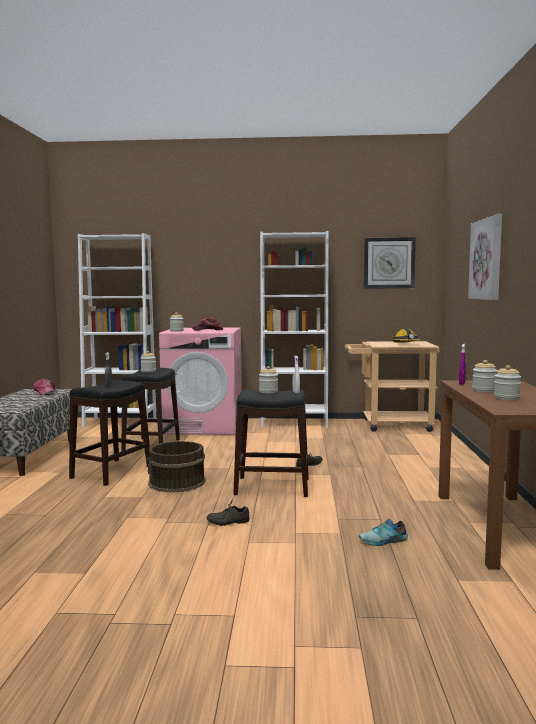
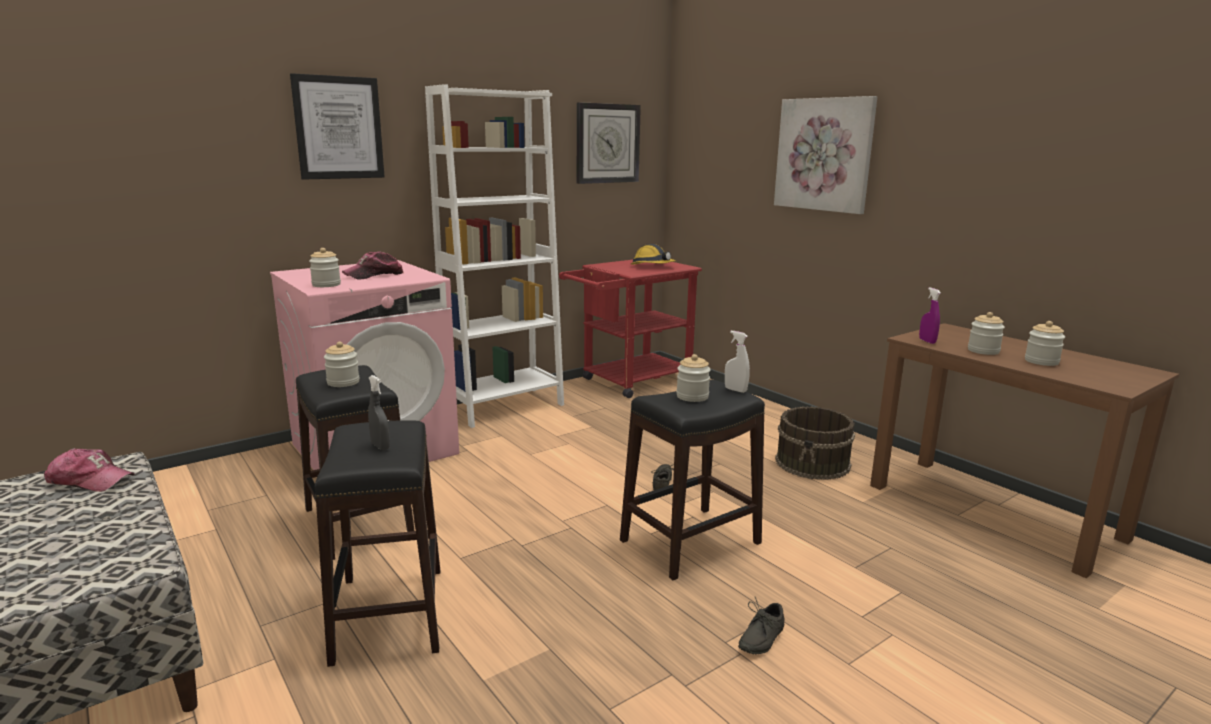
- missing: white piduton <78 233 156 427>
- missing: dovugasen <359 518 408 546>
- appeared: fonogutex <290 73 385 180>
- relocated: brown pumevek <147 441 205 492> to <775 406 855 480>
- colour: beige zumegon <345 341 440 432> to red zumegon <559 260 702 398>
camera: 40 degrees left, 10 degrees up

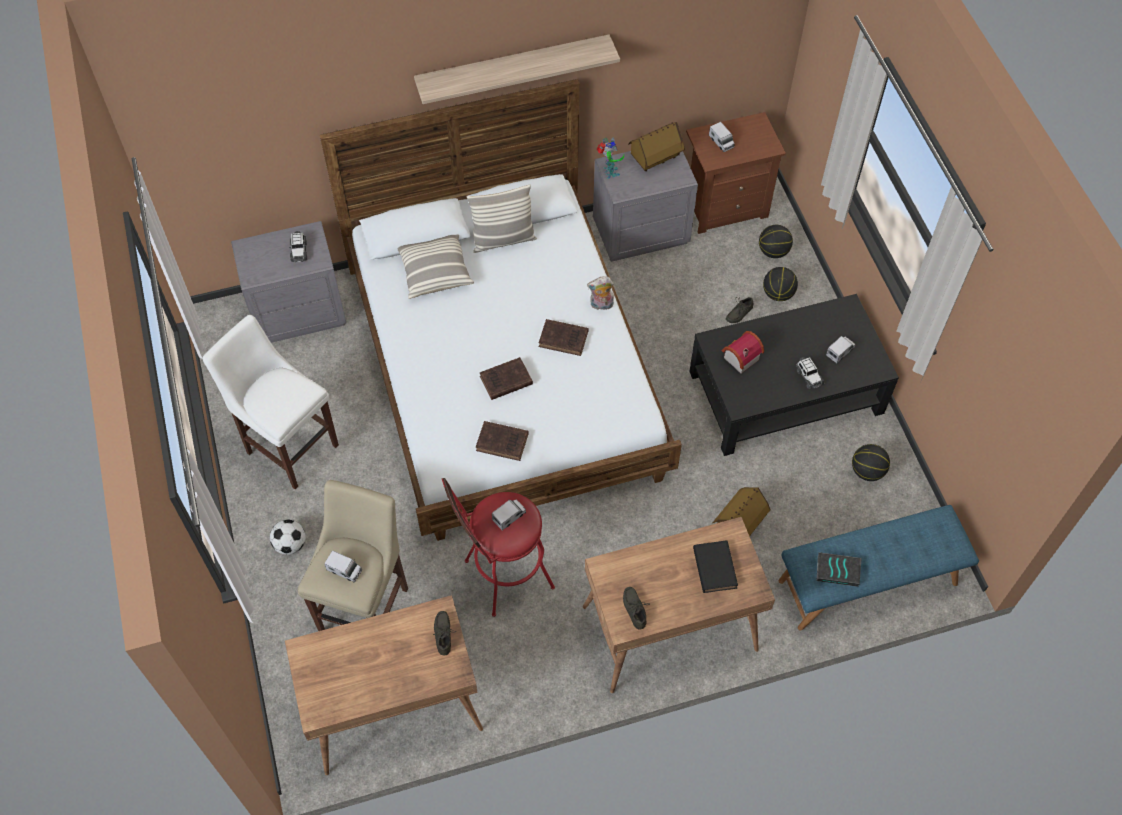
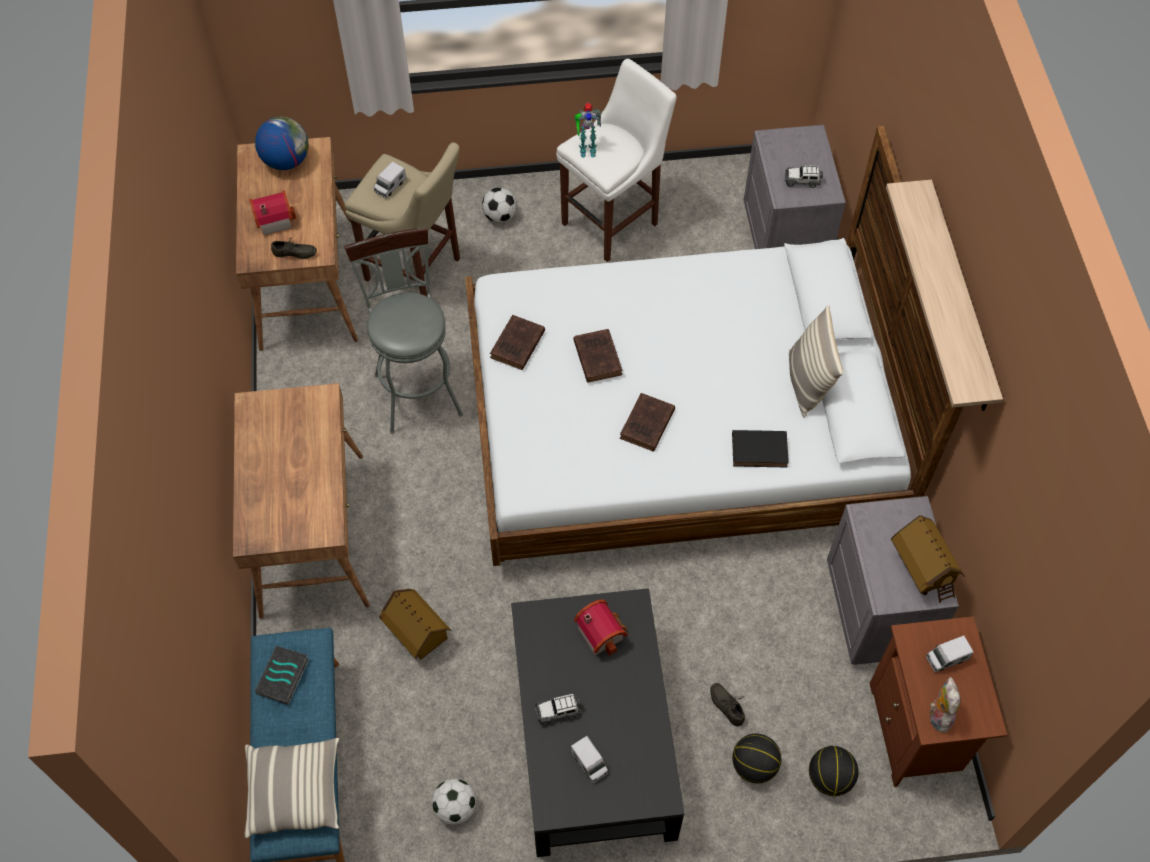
- missing: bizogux <492 500 526 531>
- missing: grey dovugasen <623 587 650 629>
- appeared: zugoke <249 190 296 235>
- appeared: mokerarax <255 116 309 170>
- relocated: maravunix <398 234 474 299> to <245 738 339 838>
- relocated: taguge <587 276 614 310> to <930 677 961 733>
- relocated: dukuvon <596 137 624 179> to <574 102 602 158>
- relocated: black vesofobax <693 540 738 593> to <732 430 789 468>
- exchanged: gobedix <852 444 890 481> to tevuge <432 779 476 825>
- colour: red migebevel <442 478 555 617> to grey migebevel <344 227 463 434>
camera: 100 degrees right, 0 degrees up

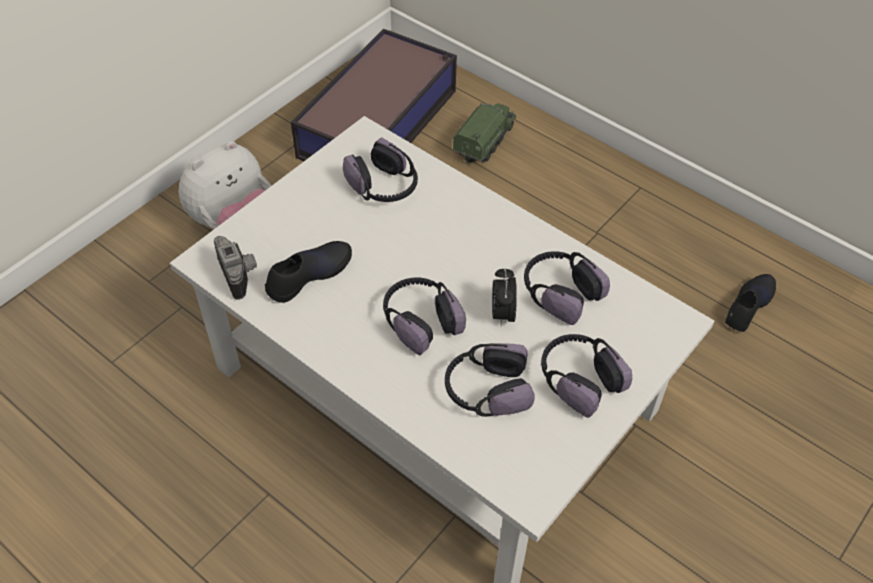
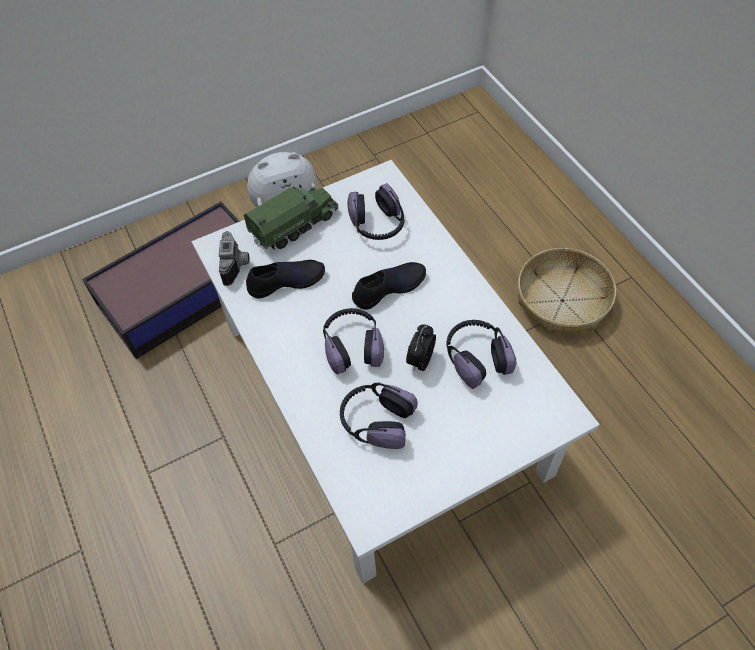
- missing: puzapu <541 334 632 418>
- appeared: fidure <518 248 616 334>
- relocated: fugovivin <291 29 457 161> to <82 202 240 359>
- relocated: bizogux <452 103 516 164> to <244 184 338 250>
- relocated: black dovugasen <725 274 776 332> to <352 262 426 310>
camera: 25 degrees right, 5 degrees up

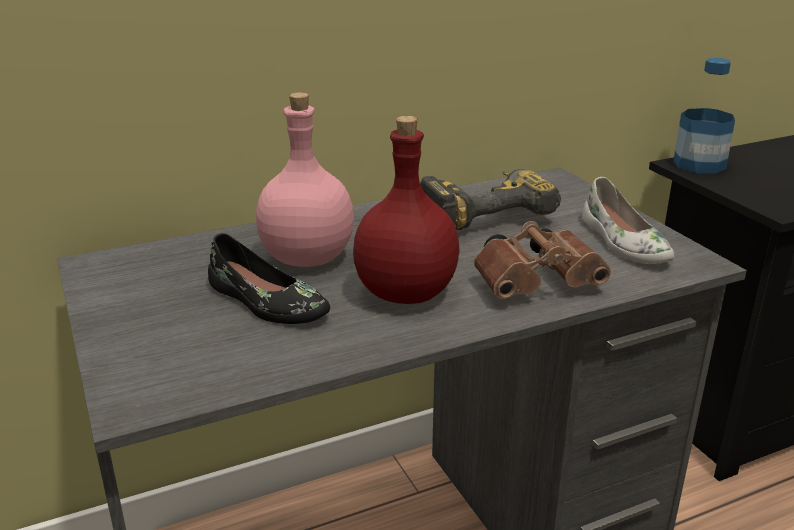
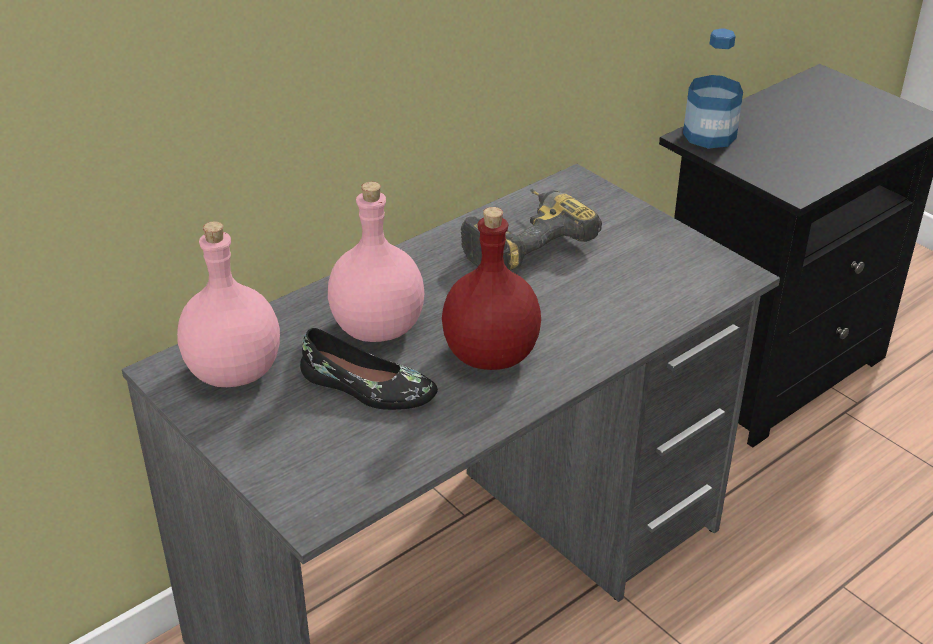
- missing: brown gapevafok <474 221 611 299>
- missing: white dovugasen <582 177 674 264>
- appeared: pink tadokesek <177 221 280 387>
camera: 15 degrees left, 10 degrees up

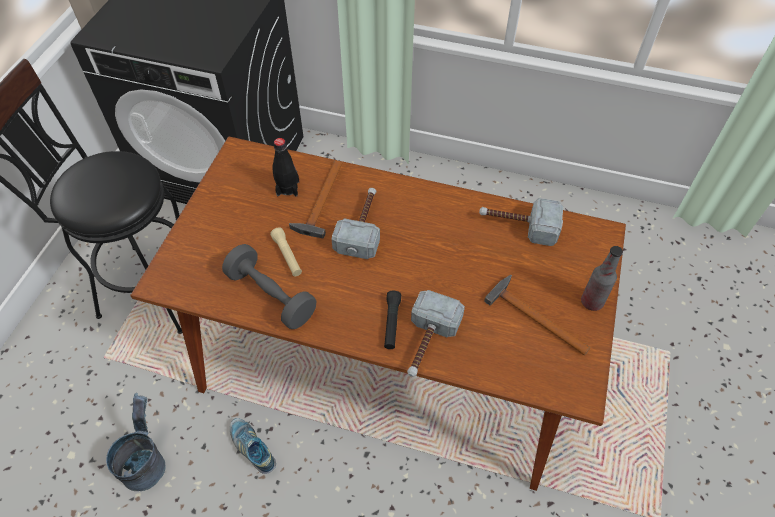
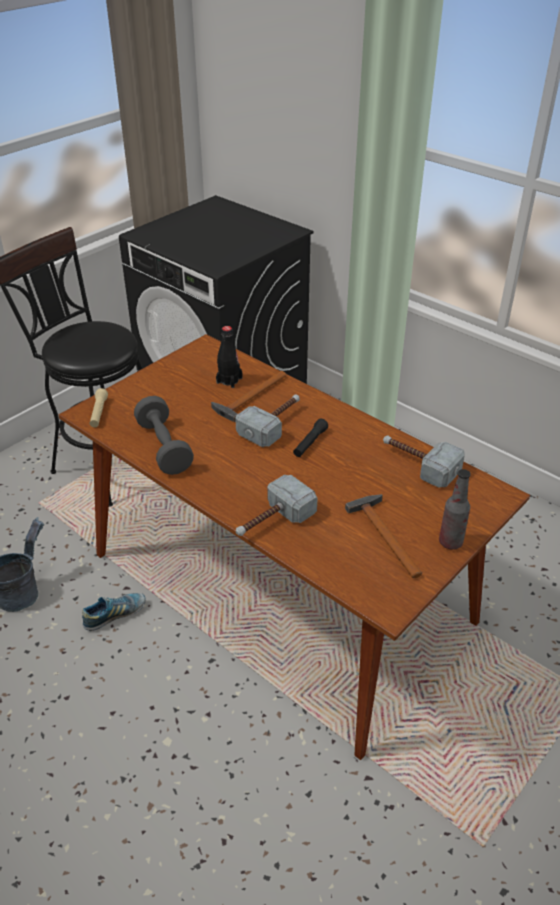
- relocated: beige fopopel <270 227 302 276> to <90 388 108 427>
- relocated: black fopopel <384 291 401 349> to <293 419 328 457>
- spun: dovugasen <230 418 276 474> = <82 593 145 631> 75 degrees clockwise
camera: 25 degrees right, 15 degrees down

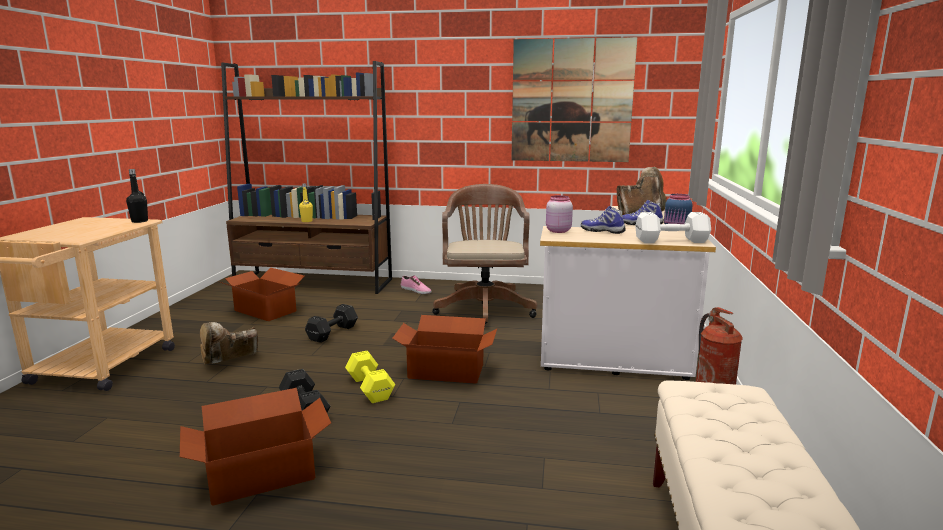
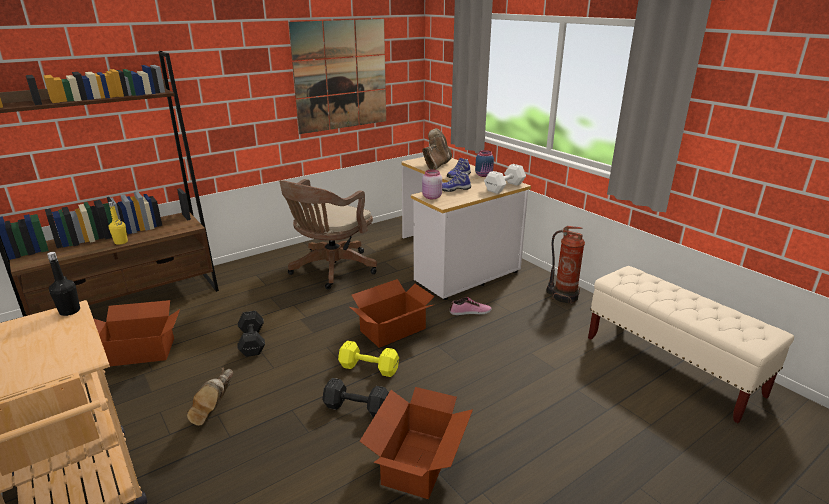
- relocated: dovugasen <401 275 432 294> to <450 297 492 315>
- spun: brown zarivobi <432 184 537 328> = <279 179 377 289> 105 degrees counterclockwise
camera: 45 degrees left, 10 degrees up

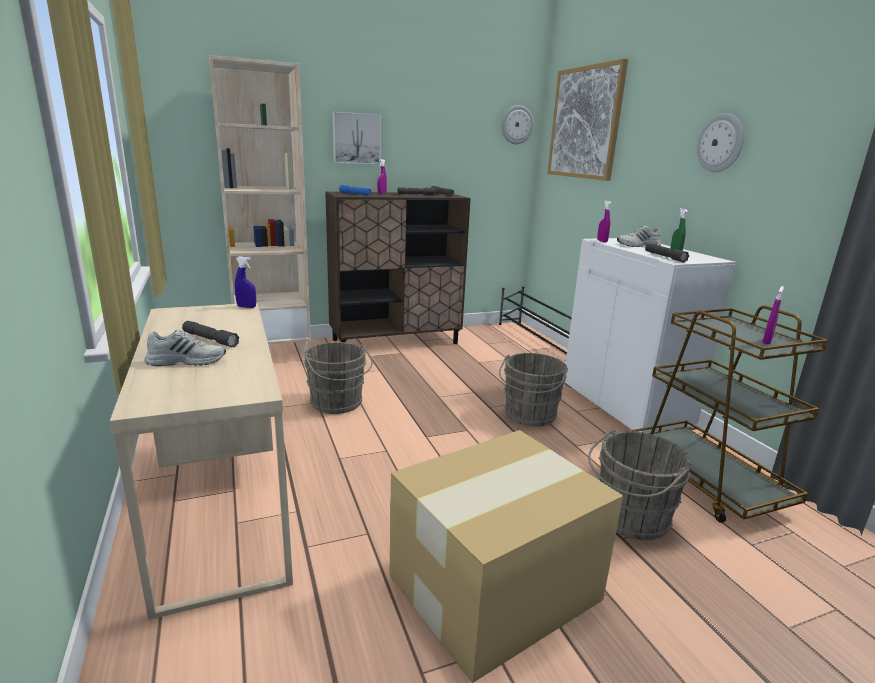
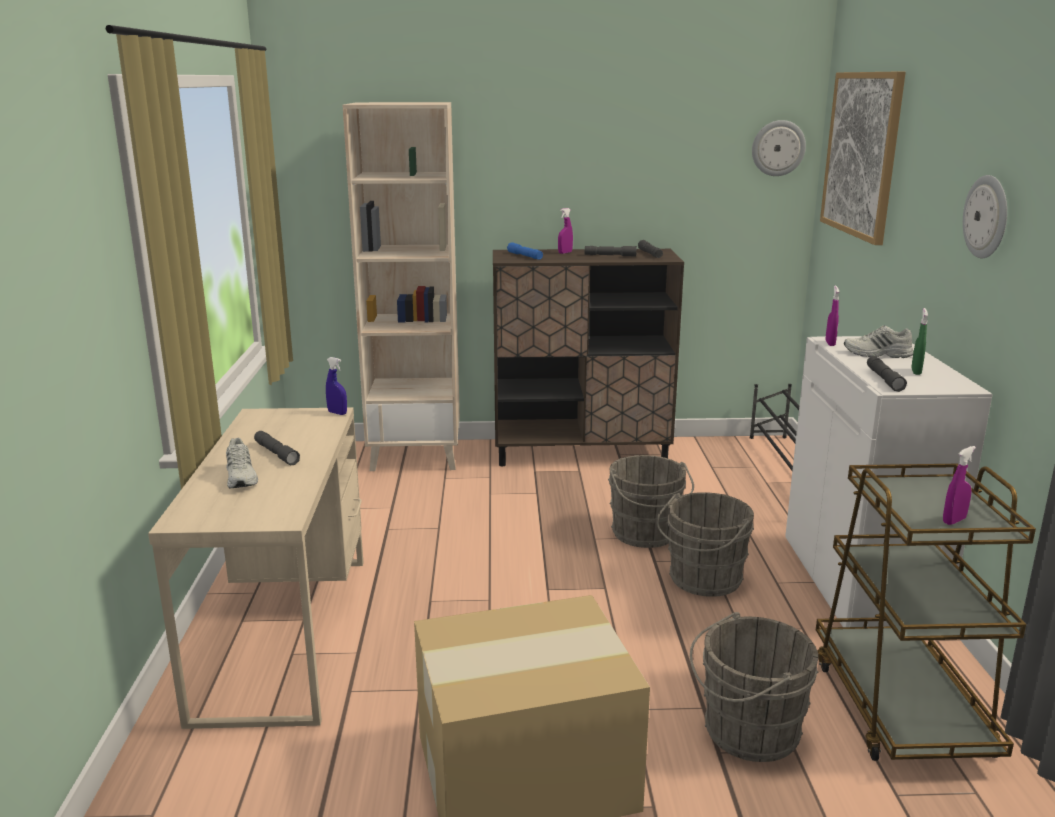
- missing: fonogutex <333 112 381 164>
- relocated: grey pumevek <304 342 373 414> to <608 455 694 548>
- spun: white dovugasen <145 329 226 366> = <226 438 258 489> 60 degrees clockwise
camera: 20 degrees right, 0 degrees up

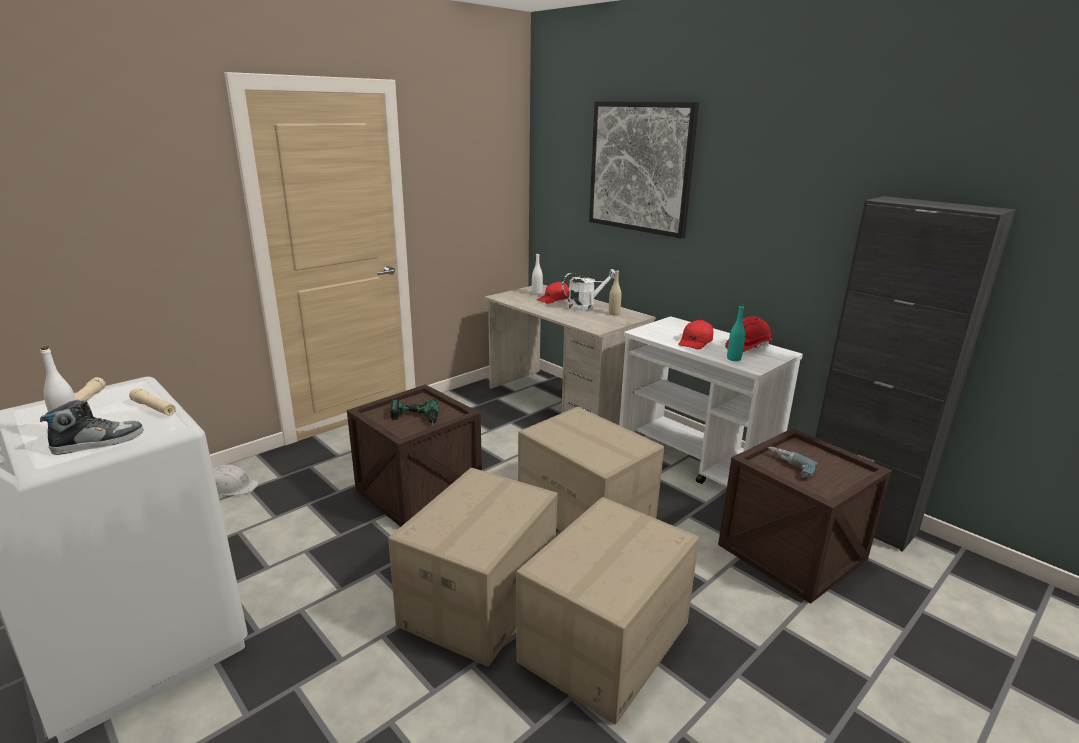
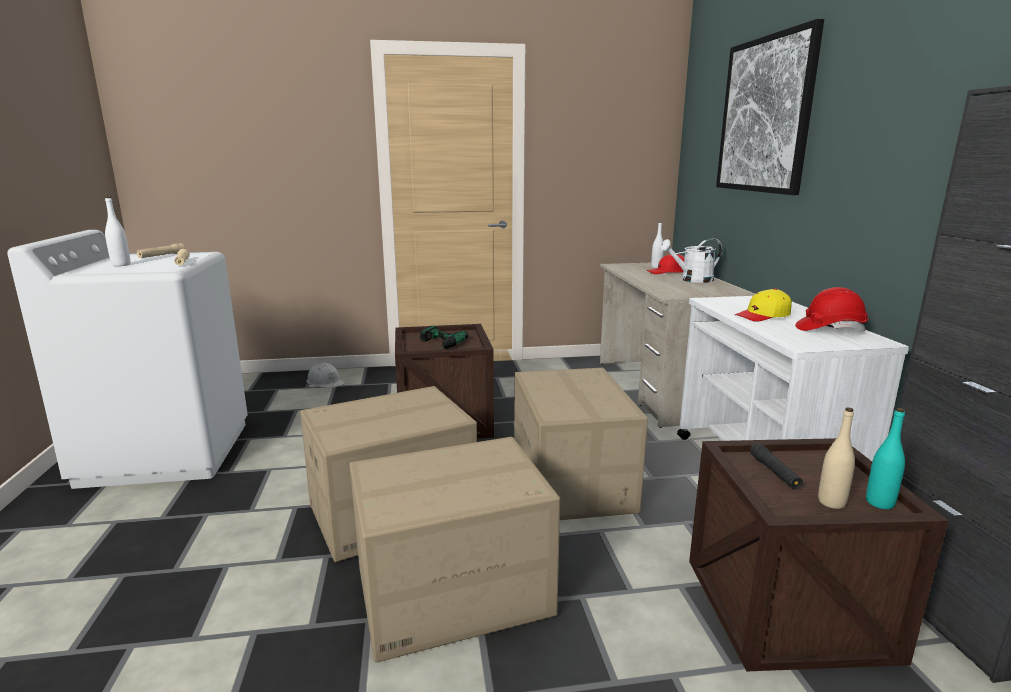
- missing: dovugasen <40 400 144 455>
- relocated: beige tadokesek <609 269 621 315> to <818 407 855 509>
- relocated: turquoise tadokesek <727 304 745 361> to <866 408 905 509>
- exchanged: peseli <768 446 818 478> to black fopopel <750 443 803 489>
- colour: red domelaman <678 320 713 350> to yellow domelaman <735 288 792 322>
- spun: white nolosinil <562 269 615 311> = <659 238 722 283> 150 degrees clockwise
camera: 35 degrees right, 5 degrees down

